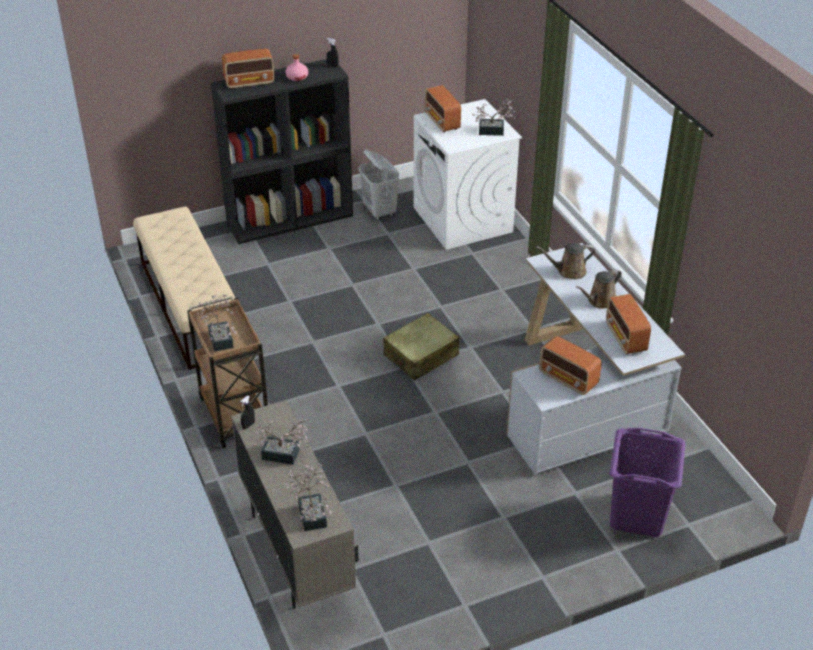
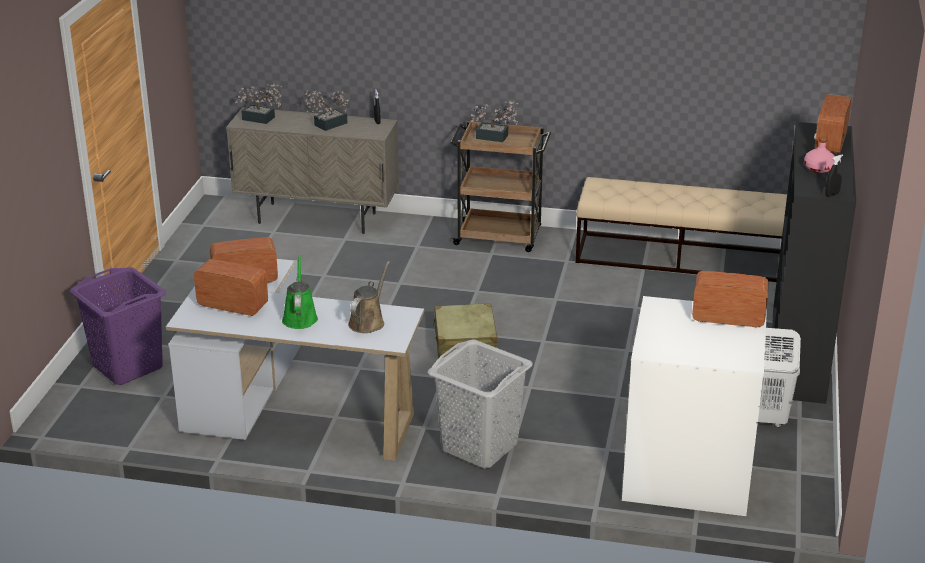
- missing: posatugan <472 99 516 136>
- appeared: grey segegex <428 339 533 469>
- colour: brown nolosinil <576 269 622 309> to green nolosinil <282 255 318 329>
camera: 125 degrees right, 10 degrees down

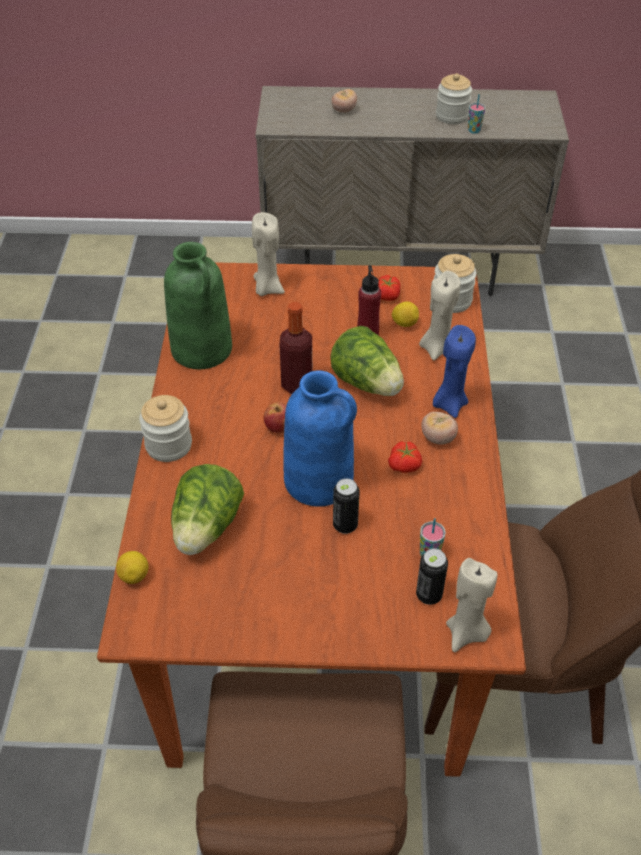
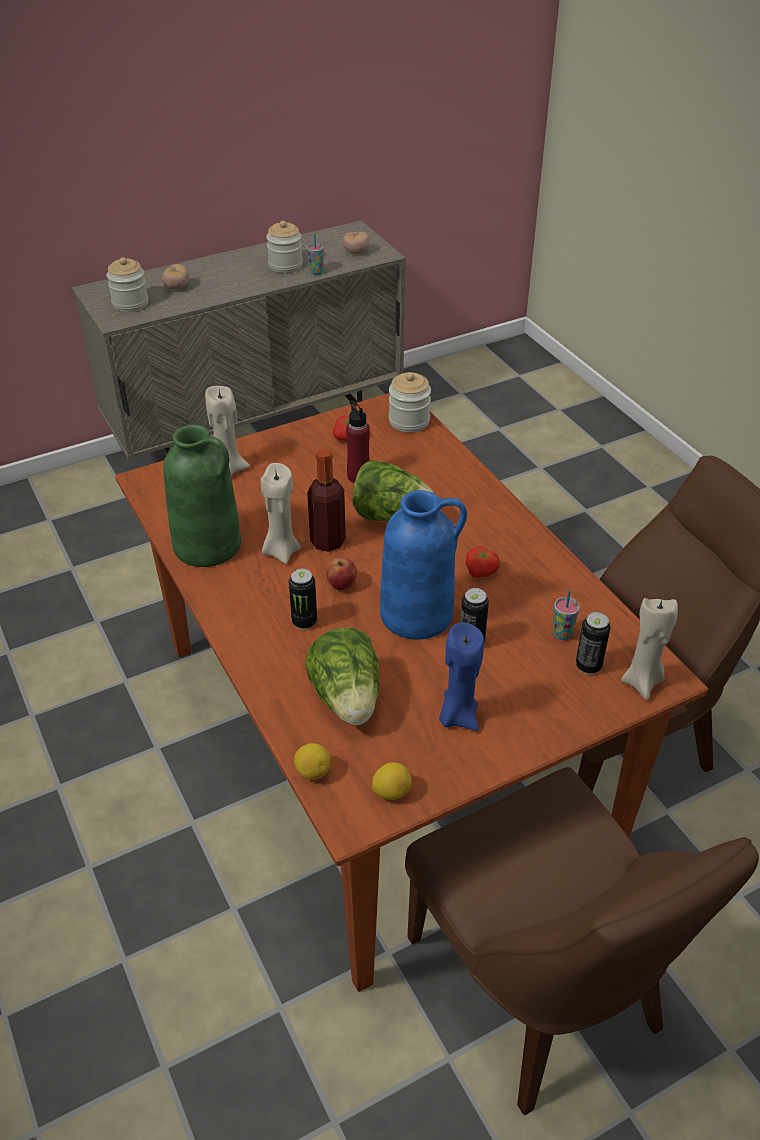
- appeared: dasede <289 569 317 630>
- relocated: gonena <139 395 192 462> to <106 257 148 312>
- relocated: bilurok <392 301 419 327> to <372 762 412 800>
- relocated: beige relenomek <419 271 460 360> to <261 463 300 564>
- relocated: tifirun <421 412 458 444> to <342 232 370 254>
- relocated: blue relenomek <433 325 476 418> to <439 623 484 731>
camera: 30 degrees left, 5 degrees down

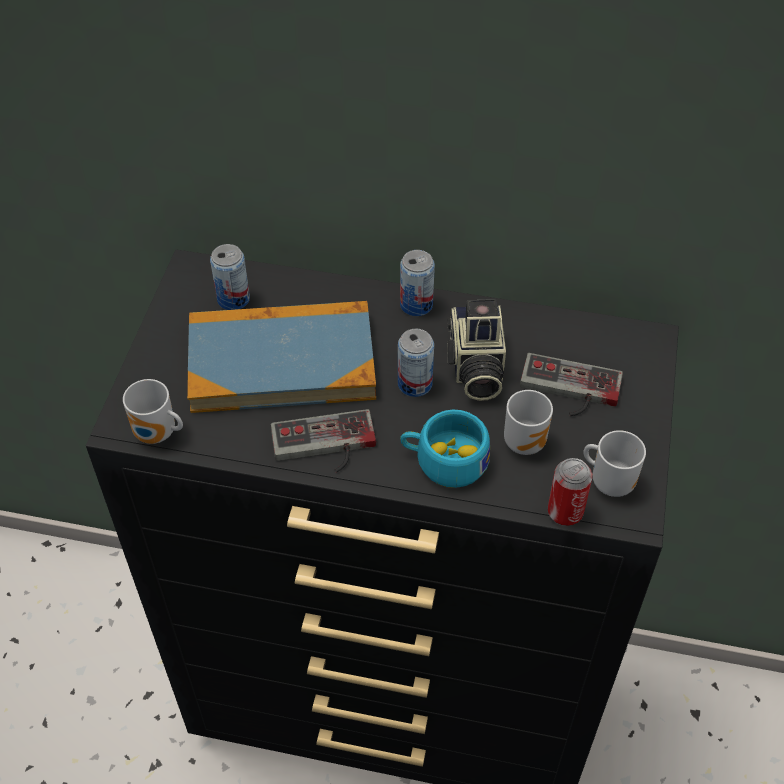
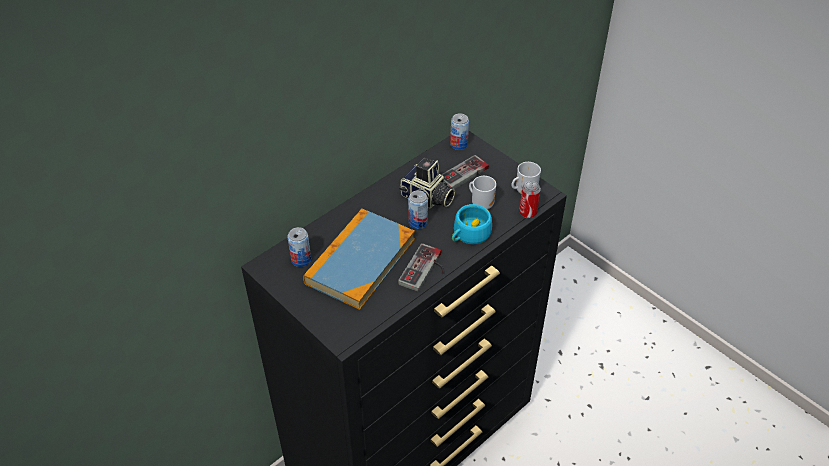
- missing: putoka <123 379 183 444>
- relocated: dasede <400 250 435 316> to <450 113 469 150>
camera: 55 degrees left, 5 degrees down

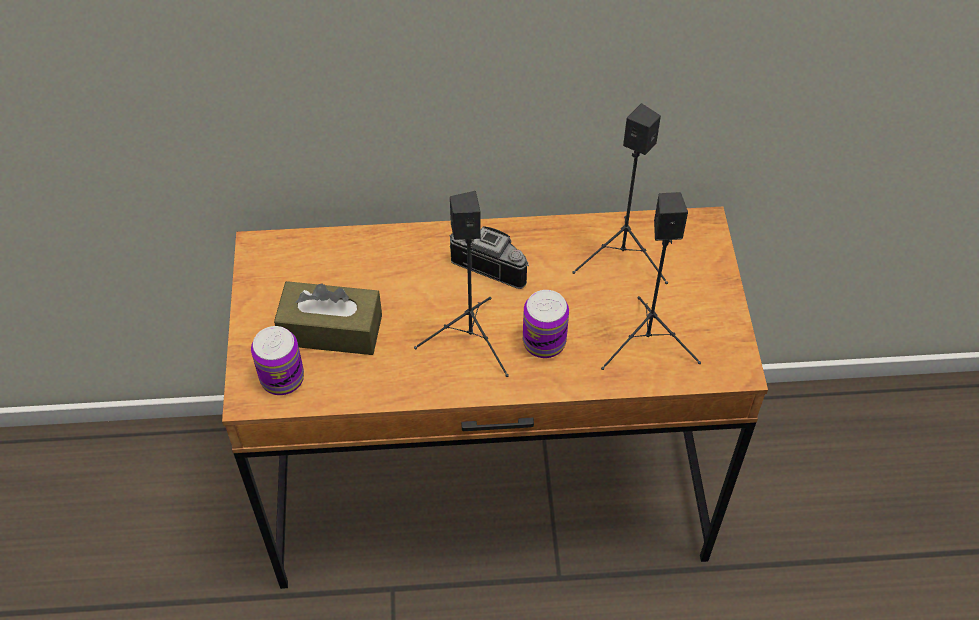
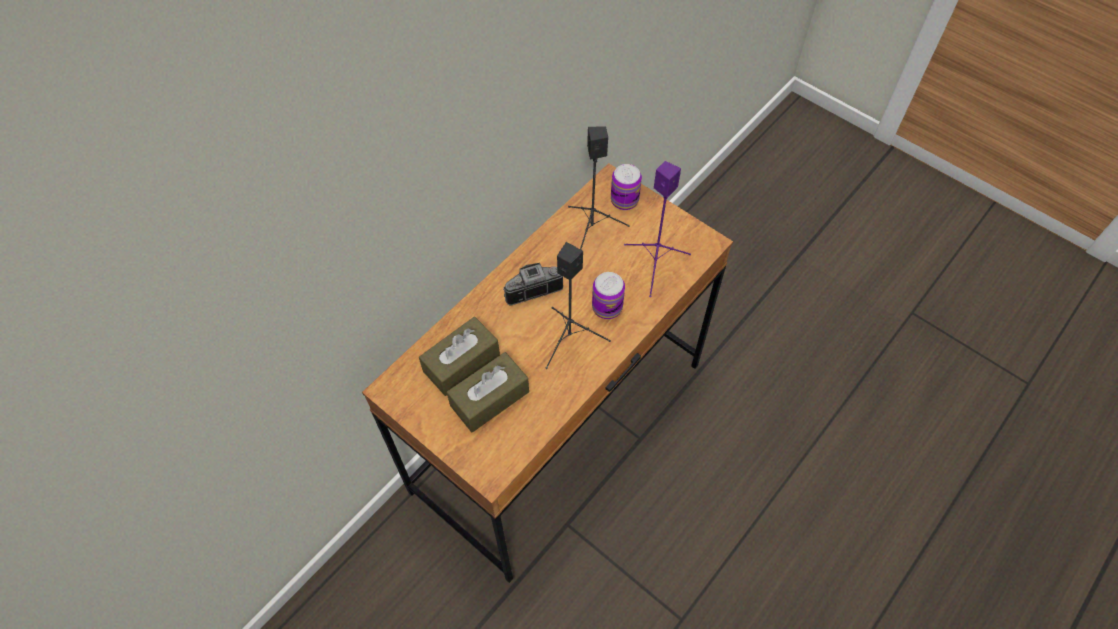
- appeared: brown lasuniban <419 317 500 396>
- relocated: dasede <251 326 304 395> to <611 164 642 210>
- colour: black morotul <601 192 701 370> to purple morotul <624 161 691 297>
camera: 45 degrees left, 5 degrees up

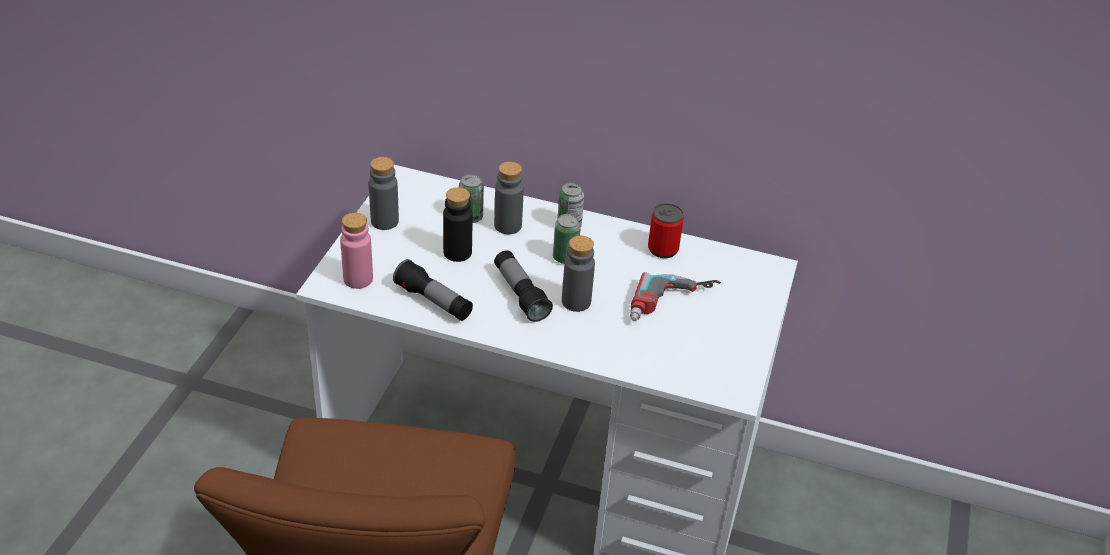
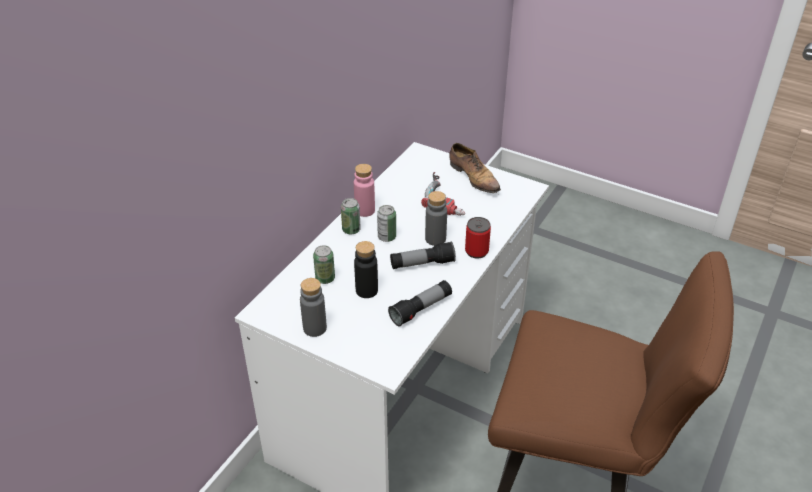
- missing: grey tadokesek <494 162 524 234>
- appeared: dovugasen <449 143 501 193>
- relocated: pink tadokesek <340 213 373 289> to <354 164 375 217>
- relocated: dasede <648 204 684 258> to <465 217 491 259>
camera: 75 degrees left, 0 degrees up

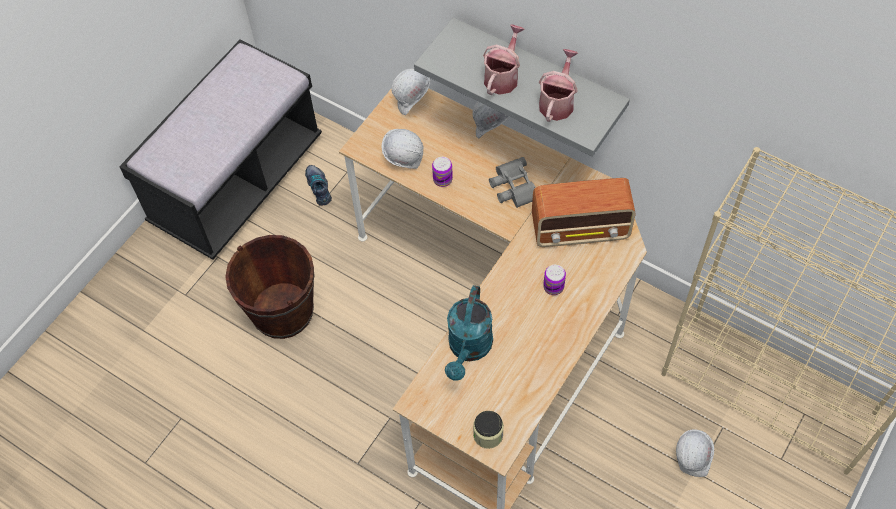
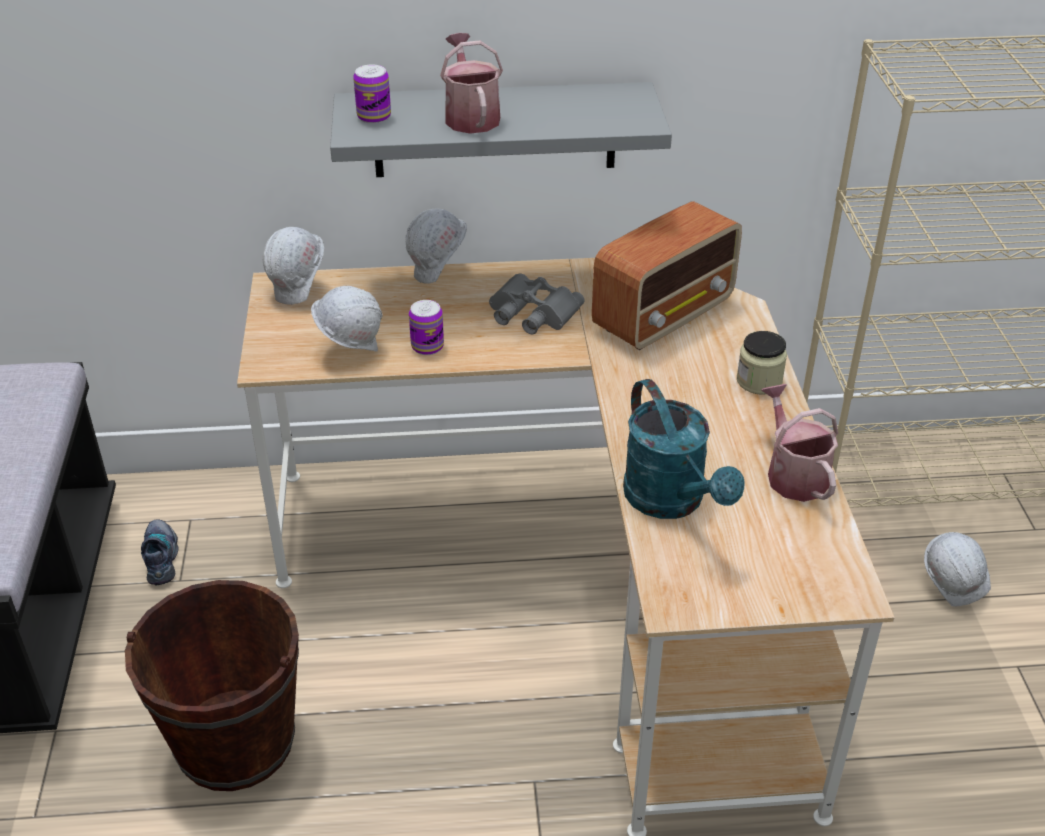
- relocated: gonena <473 411 504 449> to <737 331 787 395>
- relocated: nolosinil <539 49 578 122> to <761 384 838 502>
- relocated: dasede <543 265 566 295> to <353 65 391 124>
- spun: dovugasen <305 165 332 205> = <141 520 179 585> 45 degrees clockwise
camera: 40 degrees left, 20 degrees down

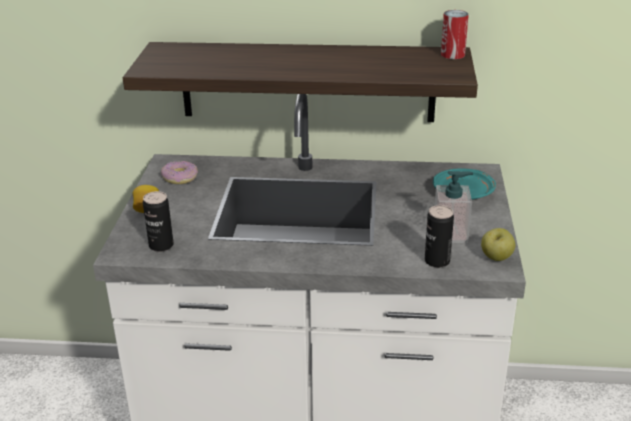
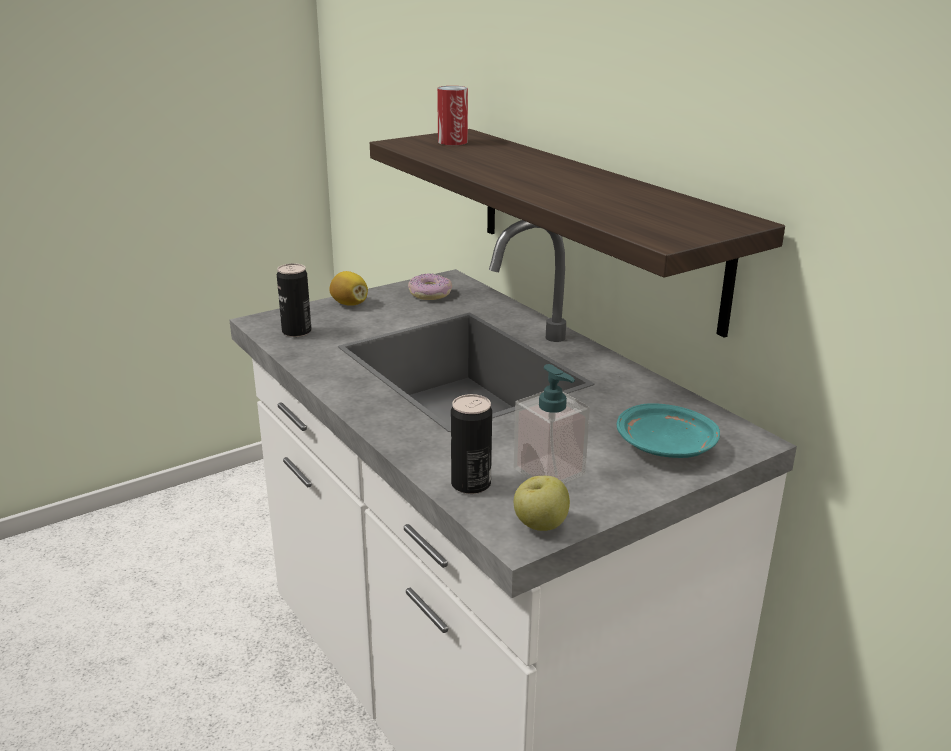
- relocated: dasede <441 10 469 59> to <437 86 468 145>
camera: 50 degrees right, 5 degrees down

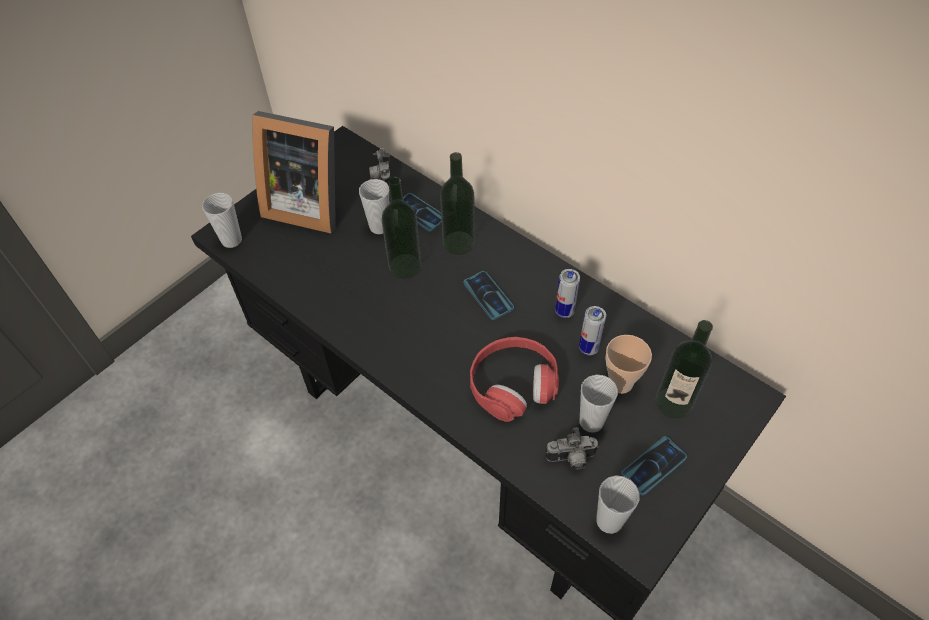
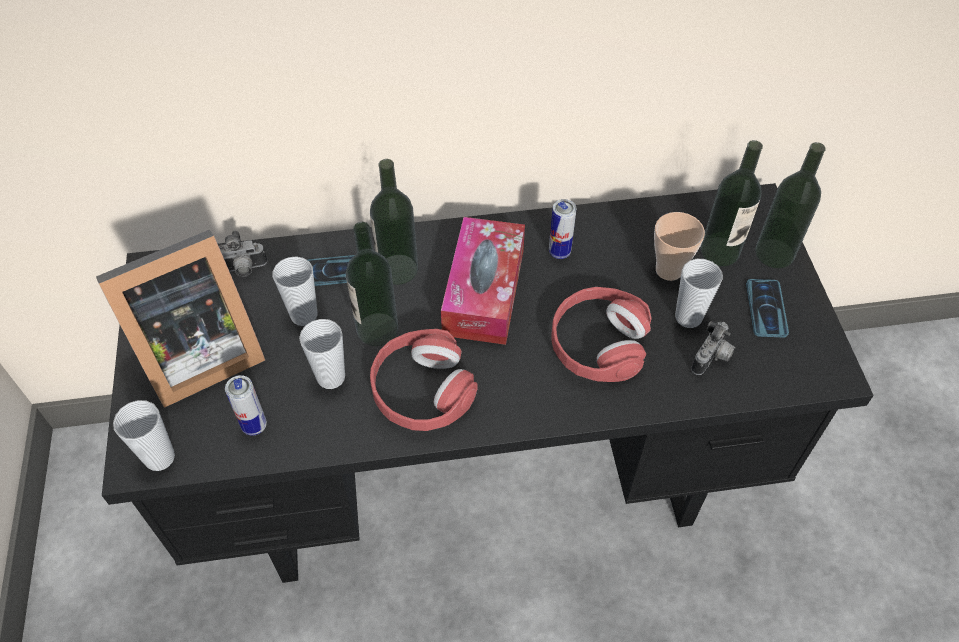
- appeared: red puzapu <370 329 478 431>
- appeared: tadokesek <755 142 826 268>
- relocated: dasede <579 306 606 355> to <225 375 267 435>
- relocated: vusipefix <596 475 639 534> to <299 319 345 389>
- exchanged: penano <463 271 514 320> to lasuniban <441 217 525 345>
- spun: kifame <369 148 391 186> = <219 230 267 277> 45 degrees counterclockwise
camera: 50 degrees left, 0 degrees up

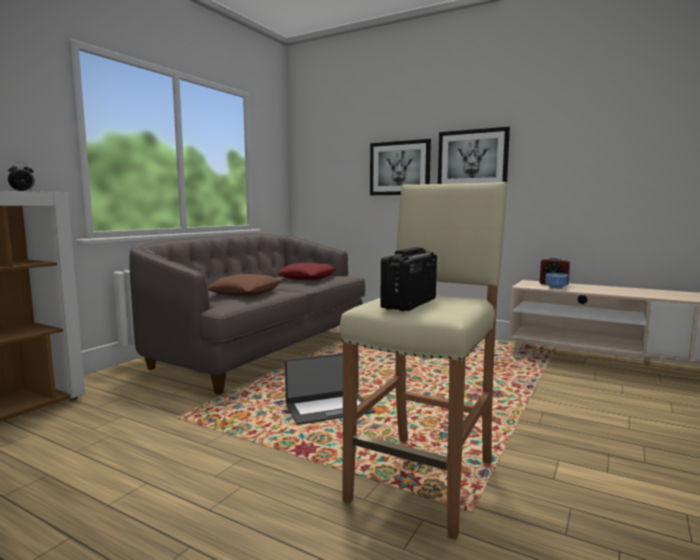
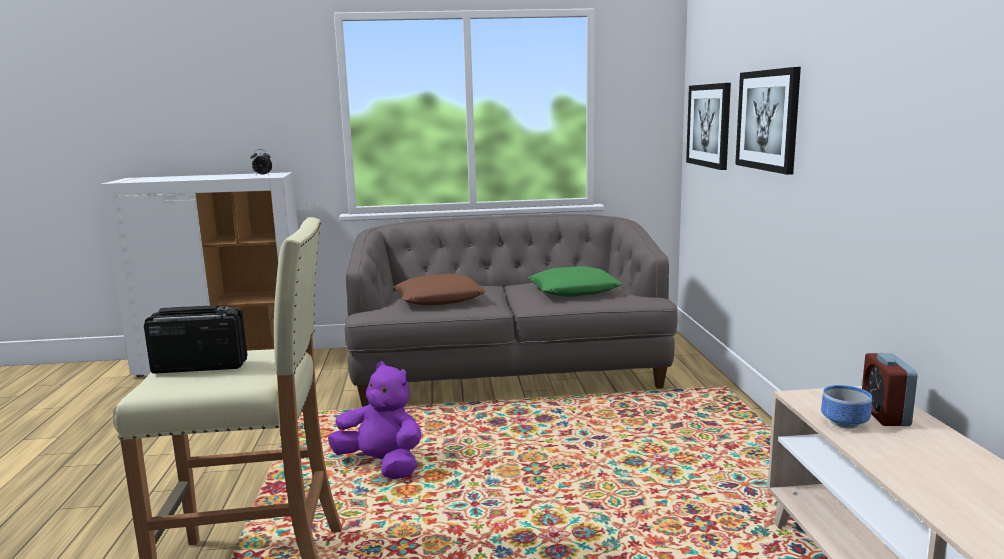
- relocated: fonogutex <438 127 510 184> to <686 83 731 170>
- exchanged: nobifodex <285 353 375 425> to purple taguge <328 361 421 479>
- colour: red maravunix <276 263 336 280> to green maravunix <528 266 622 297>
camera: 55 degrees right, 5 degrees up

